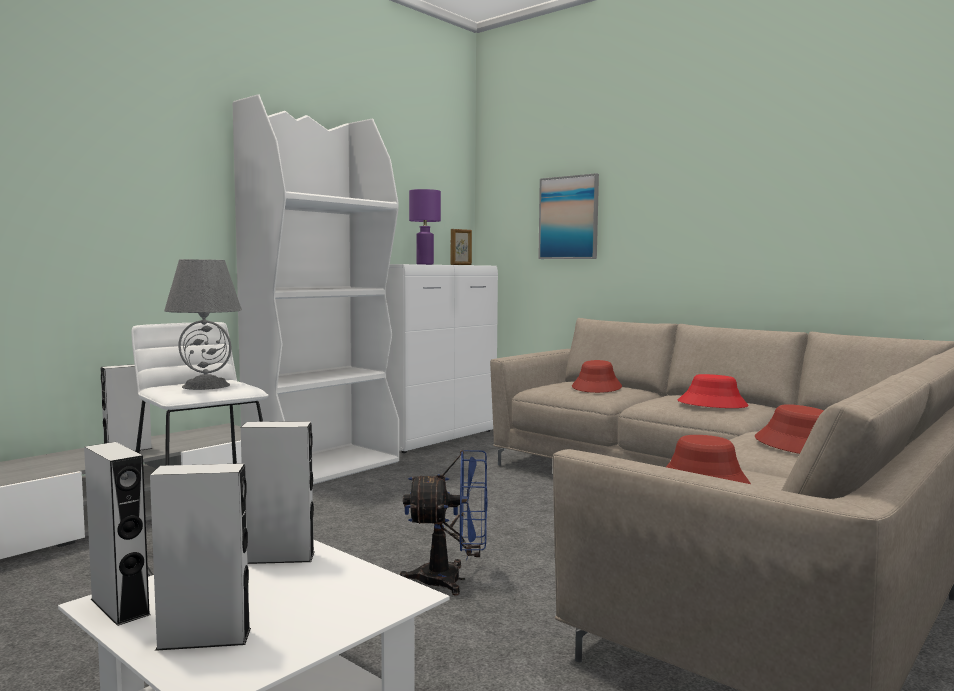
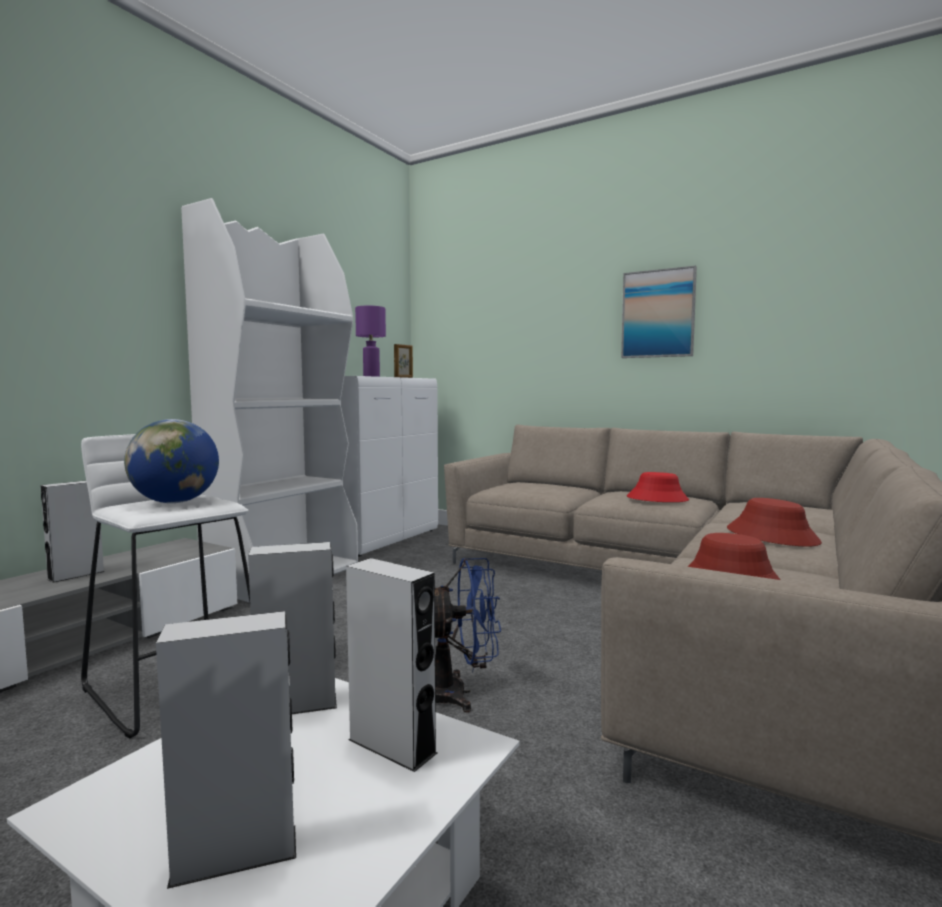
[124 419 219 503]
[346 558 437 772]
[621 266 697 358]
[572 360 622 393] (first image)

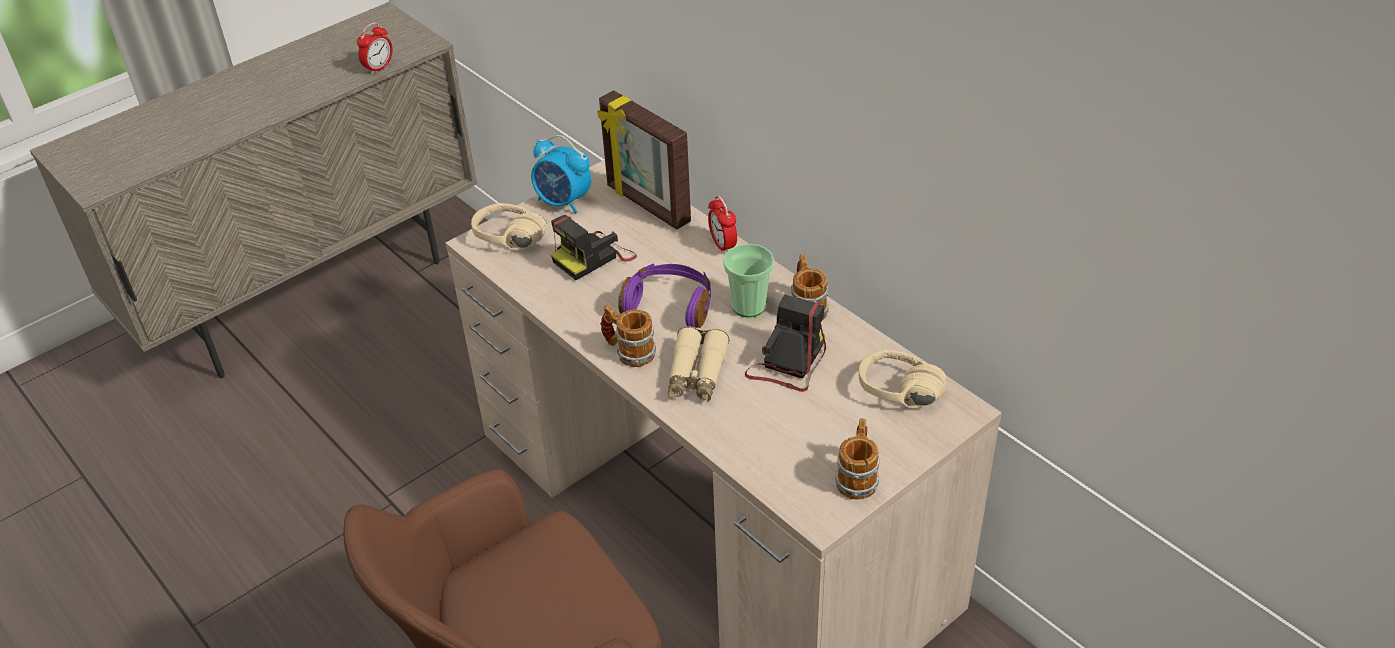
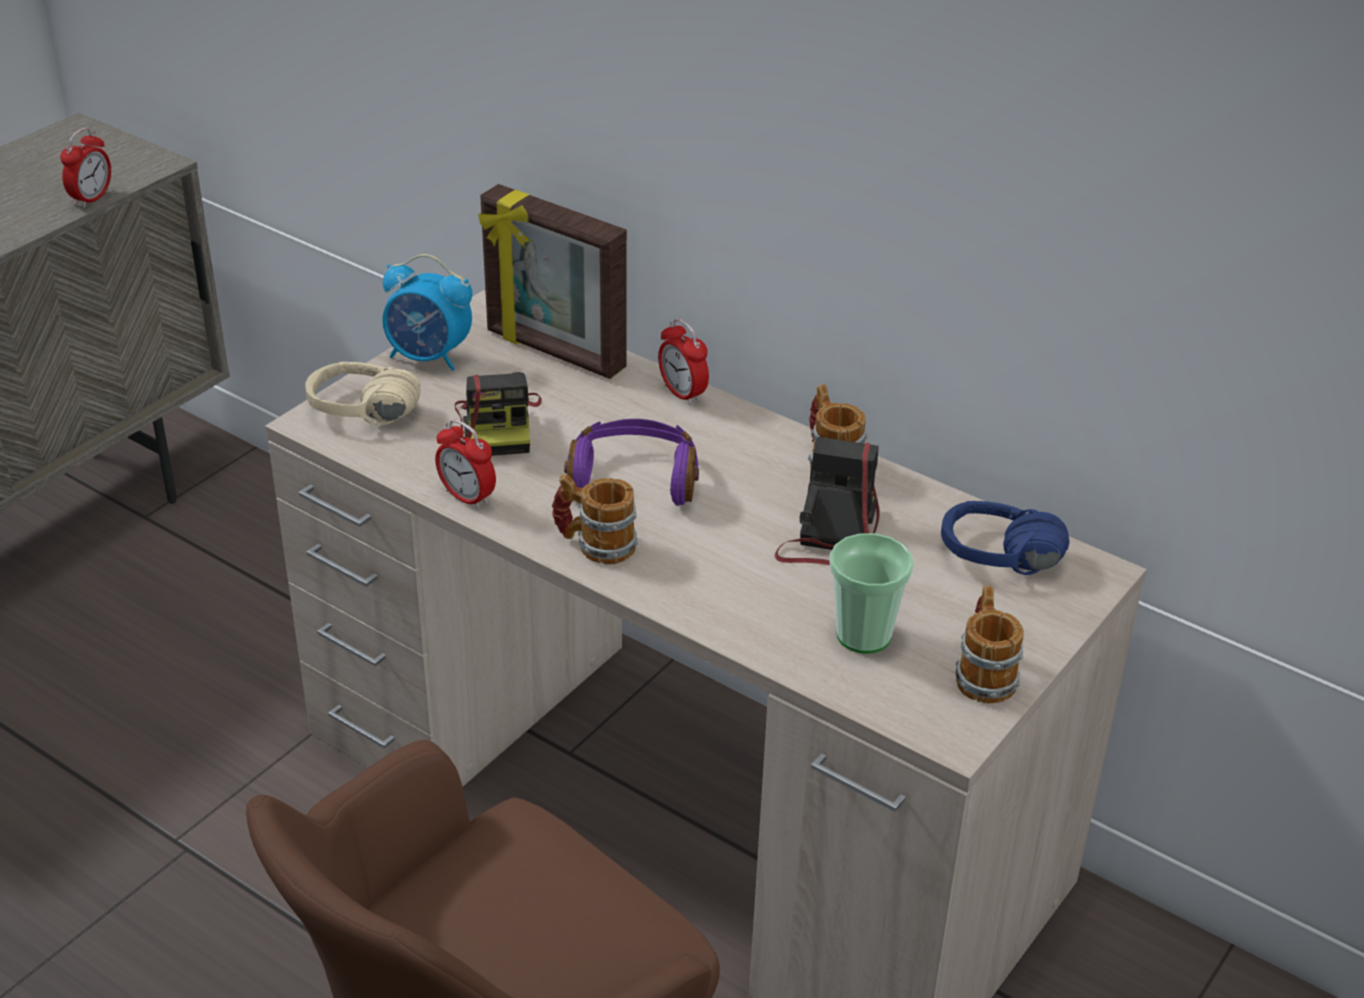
[435 419 496 510]
[455 372 542 456]
[830 533 914 653]
[941 501 1069 575]
[668 326 729 402] (first image)

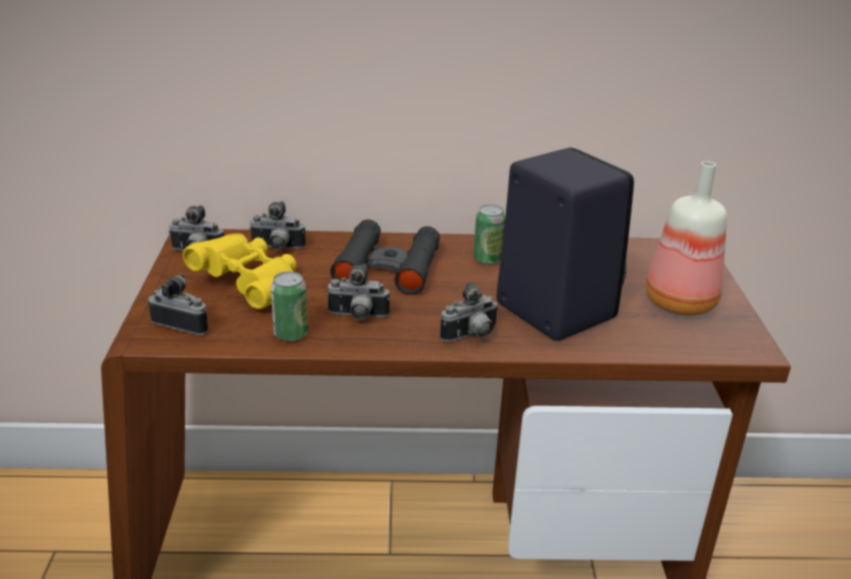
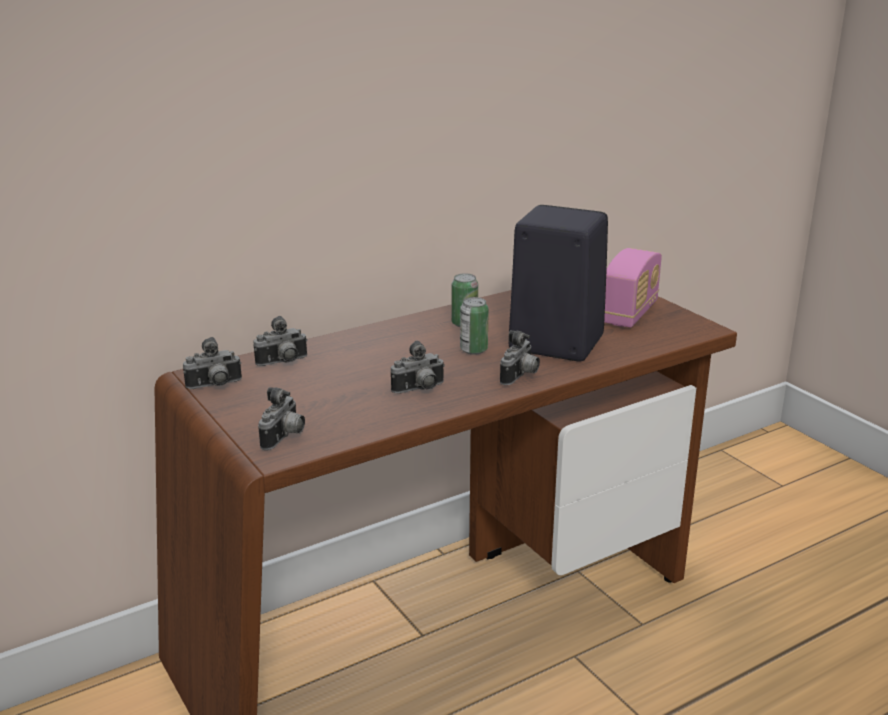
[258 387 305 450]
[460 297 489 355]
[604 248 662 327]
[183 233 296 309] (first image)
[330 219 440 295] (first image)

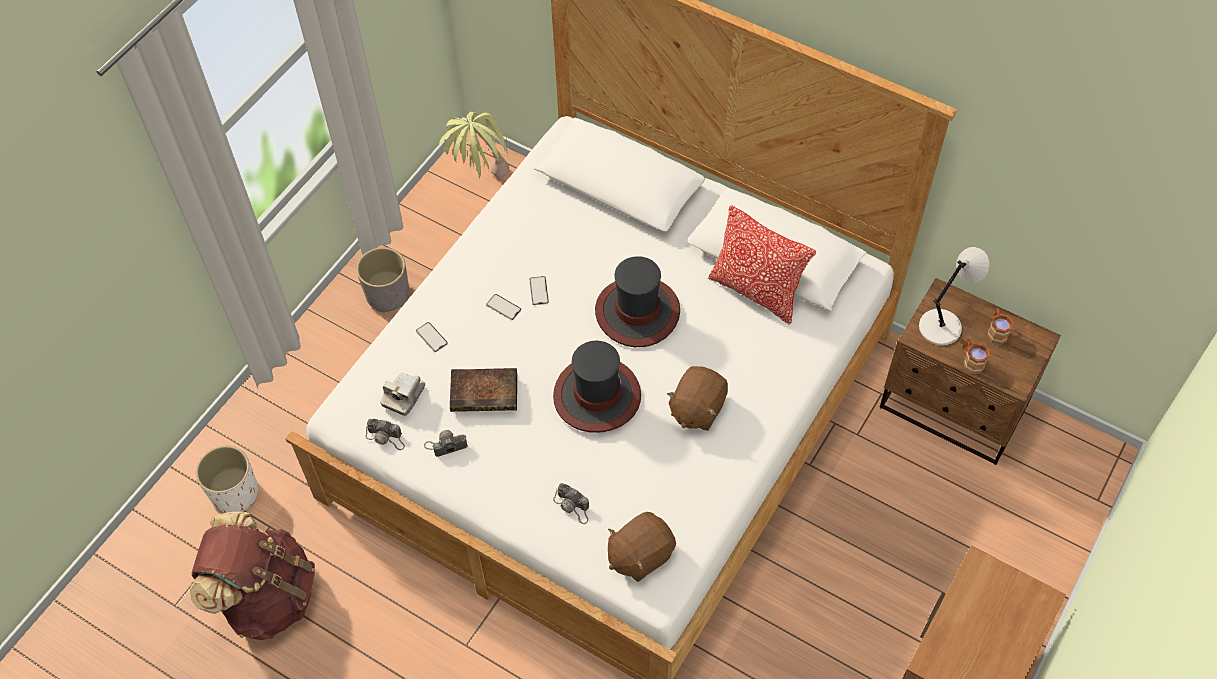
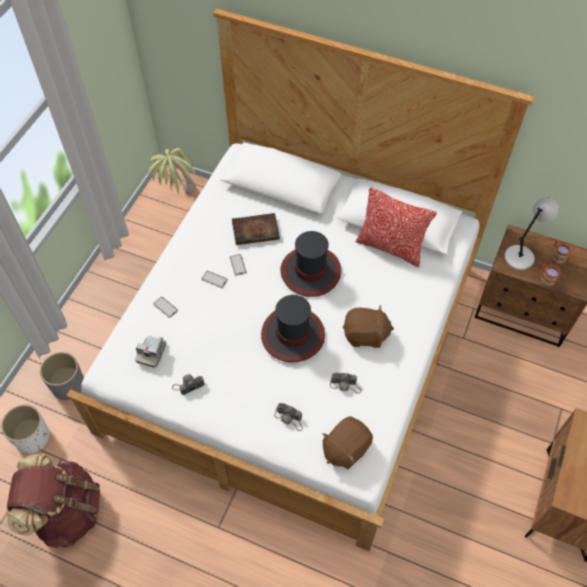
[40 352 84 400]
[232 213 280 245]
[330 373 361 394]
[343 305 394 348]

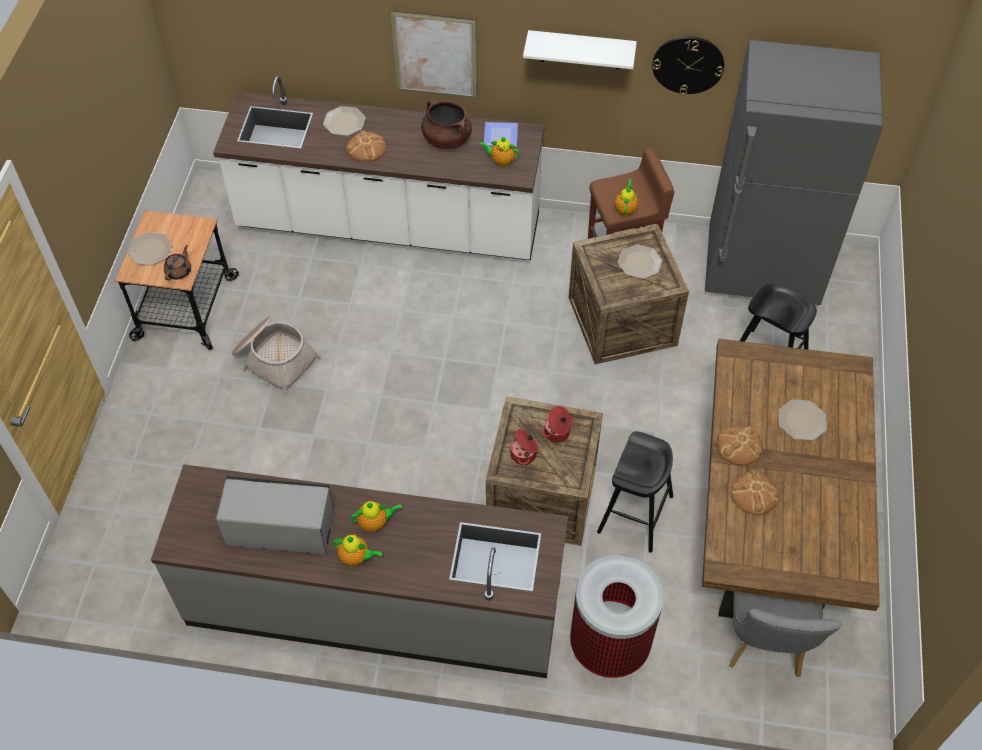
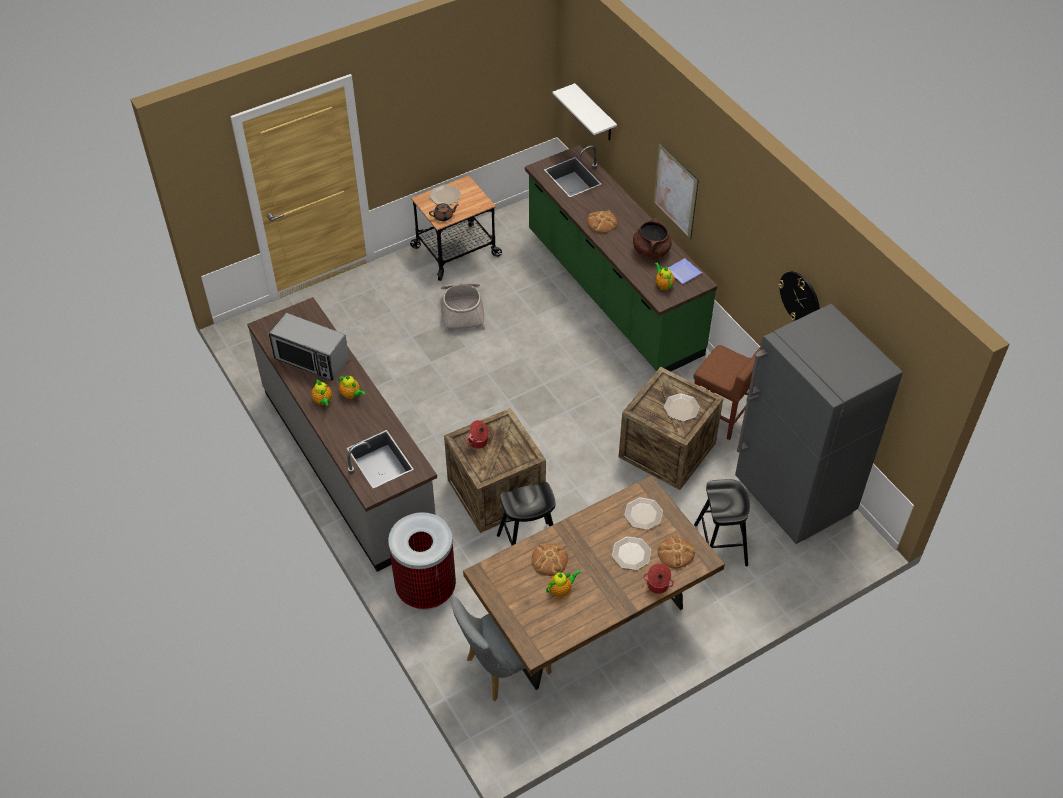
[269 313 349 381]
[525 145 717 371]
[546 570 581 597]
[552 83 617 141]
[624 497 663 530]
[643 563 674 594]
[658 535 695 568]

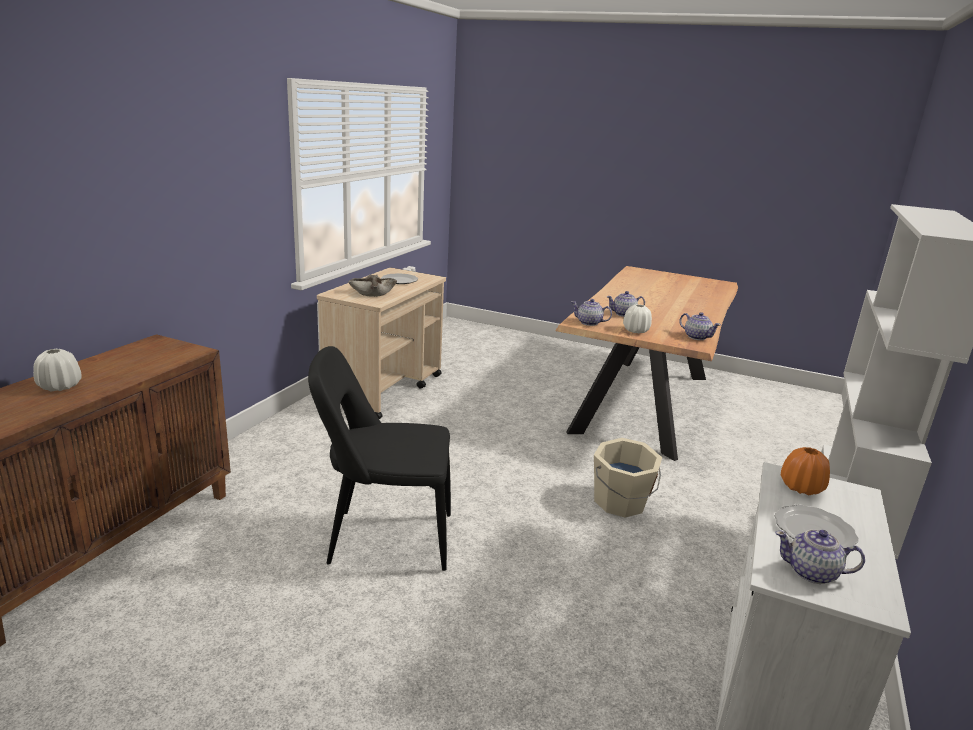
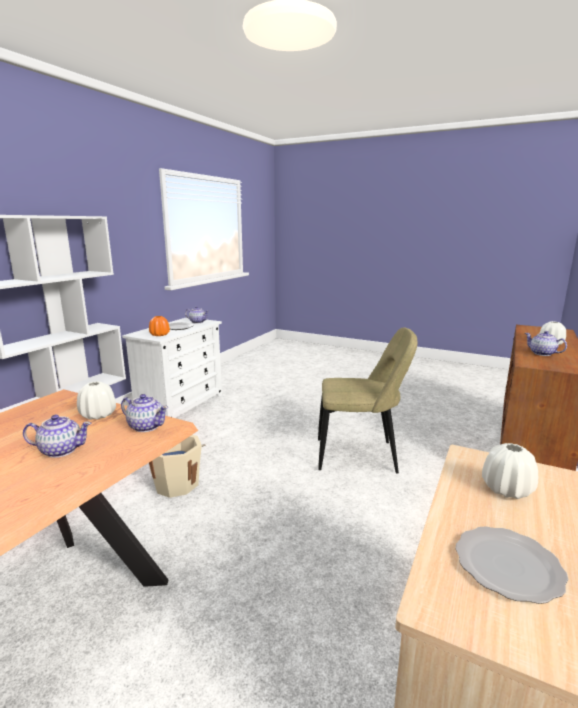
[318 328 417 474]
[482 443 538 499]
[525 331 567 356]

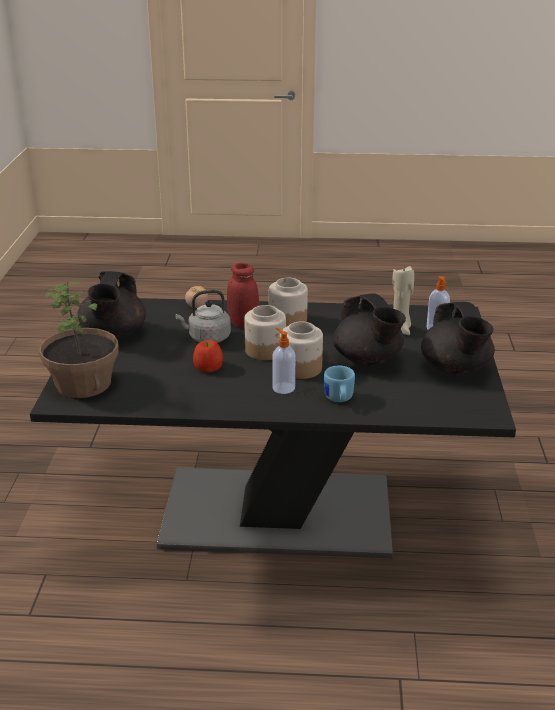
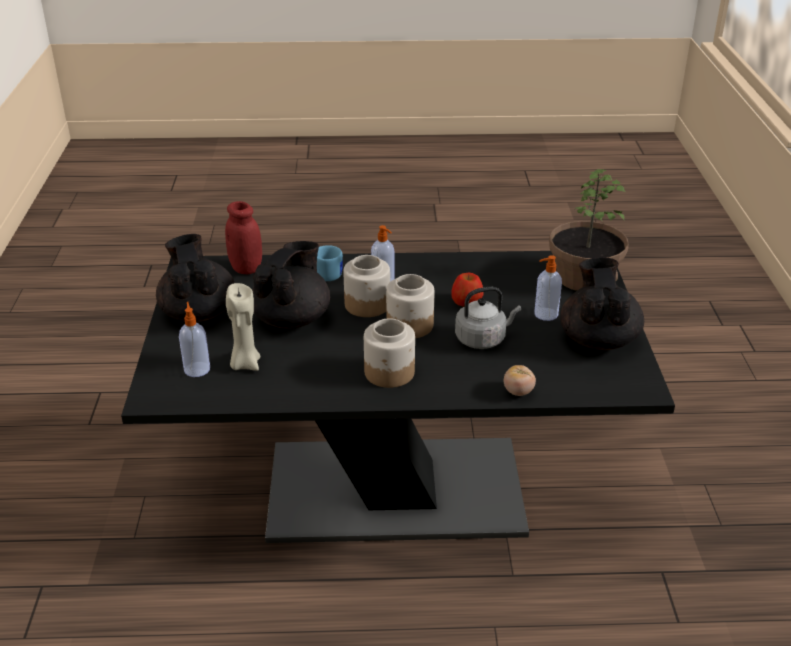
[225 201 262 274]
[252 241 330 329]
[534 255 562 321]

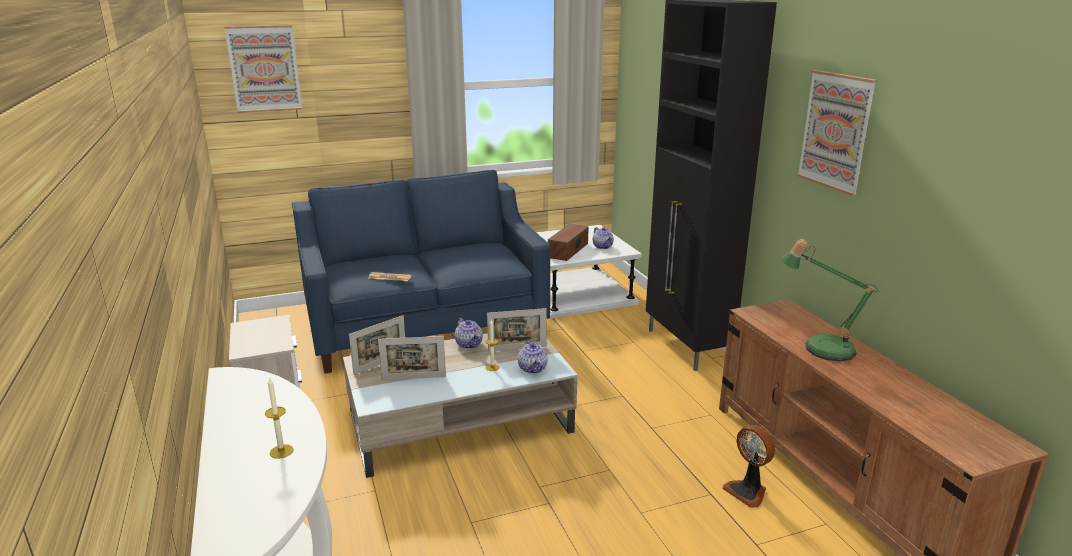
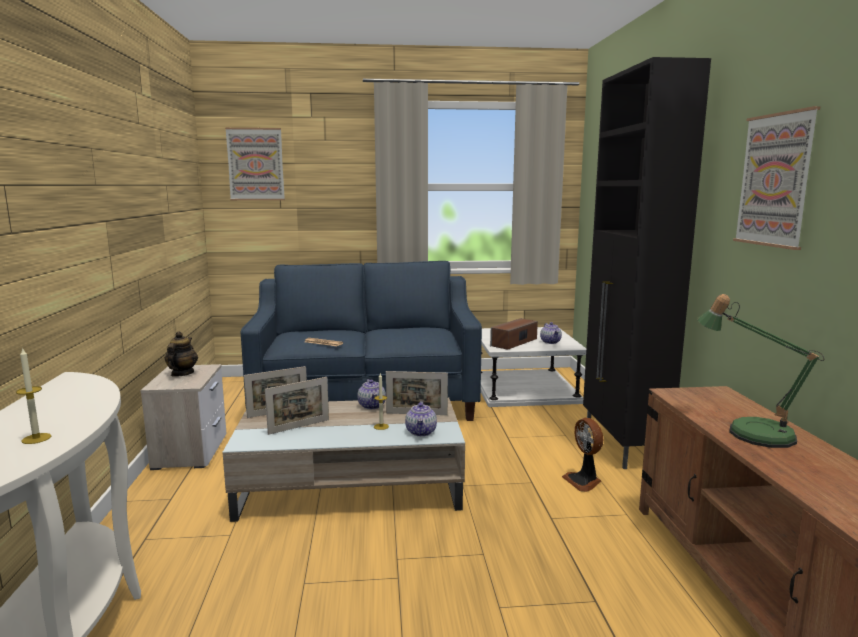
[165 331 198 377]
[265 377 329 435]
[562 418 603 492]

